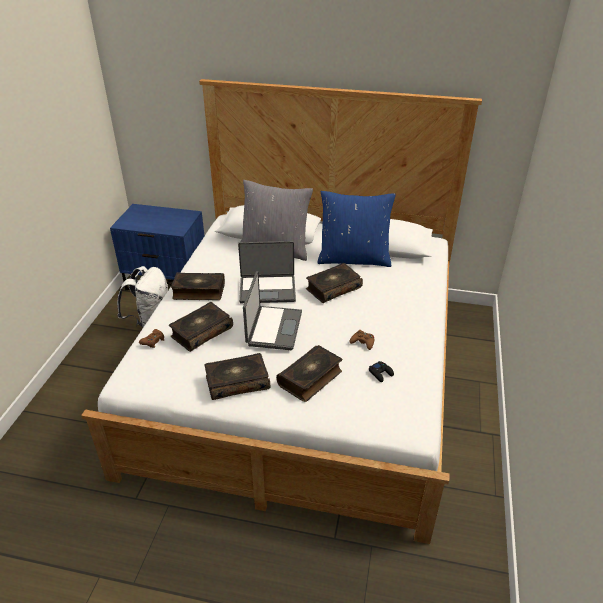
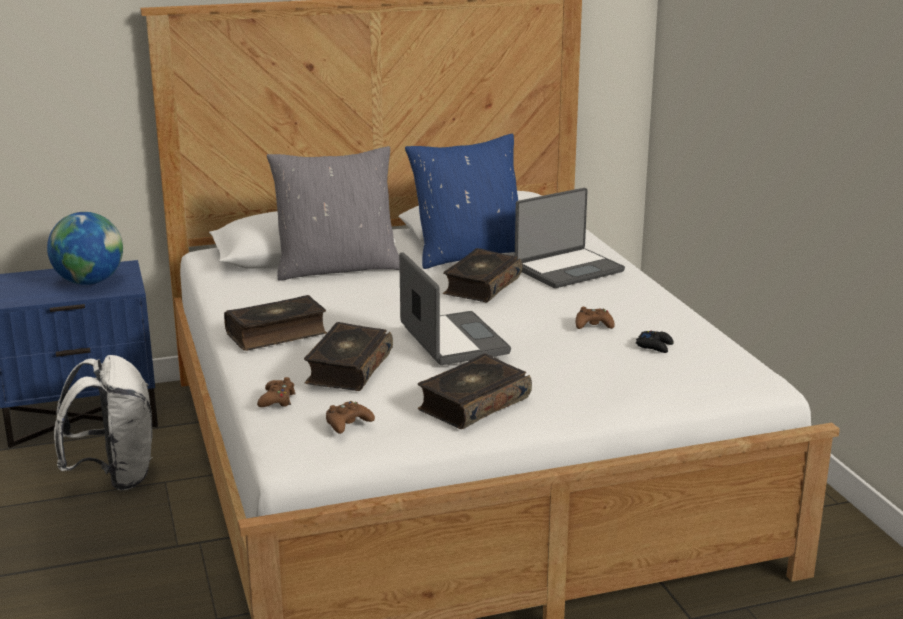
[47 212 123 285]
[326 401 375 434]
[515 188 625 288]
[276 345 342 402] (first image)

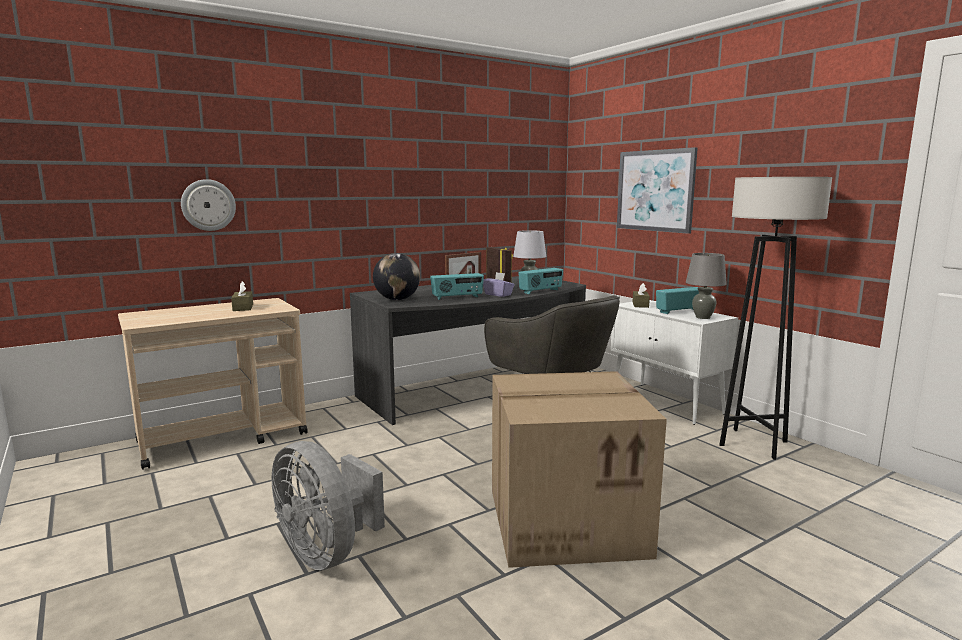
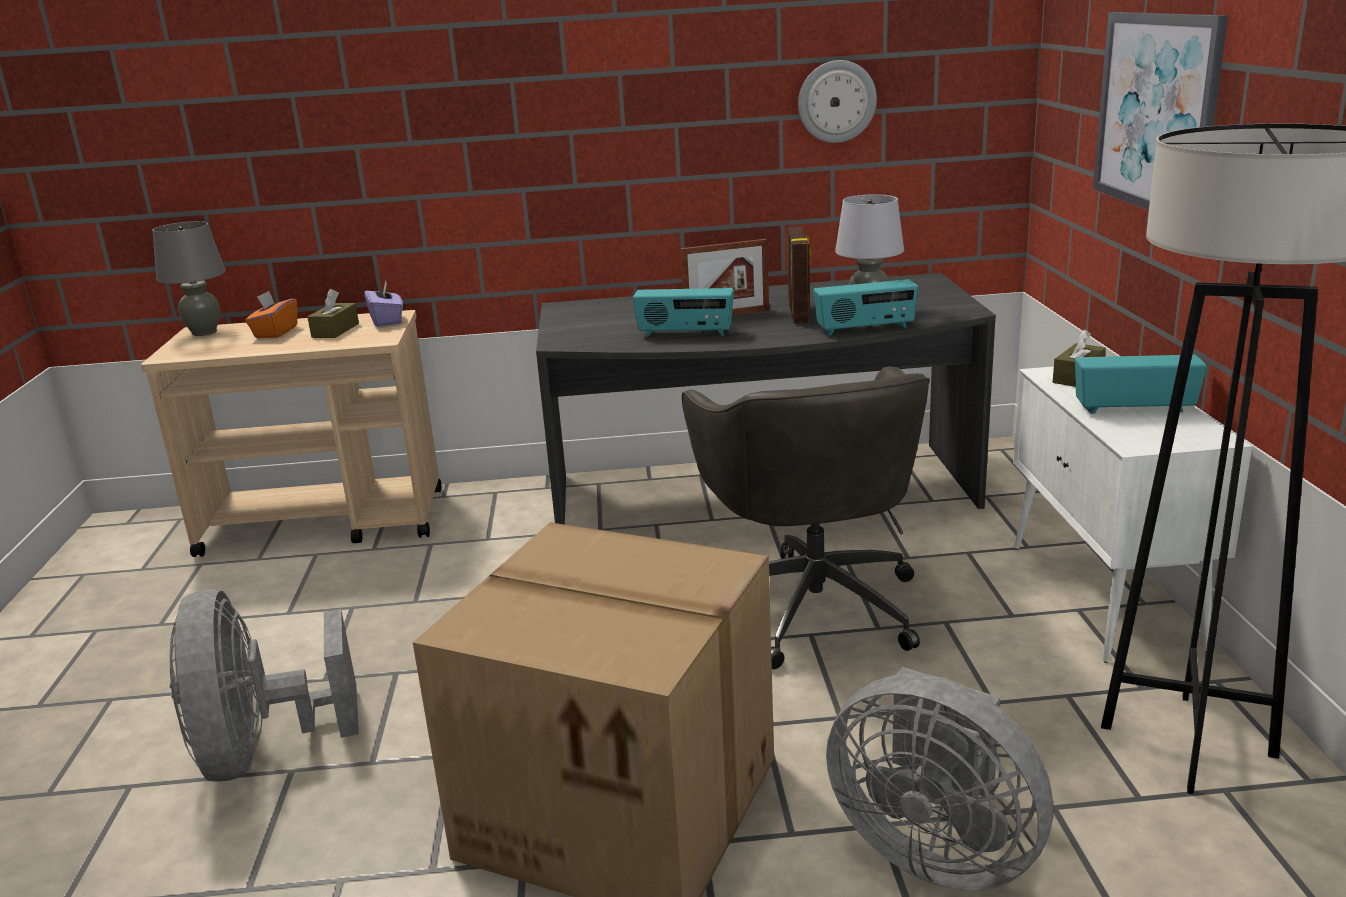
[152 221 226 336]
[245 291 298 338]
[364 281 403 327]
[798 60 877 143]
[826 667 1053 891]
[373 253 420 300] (first image)

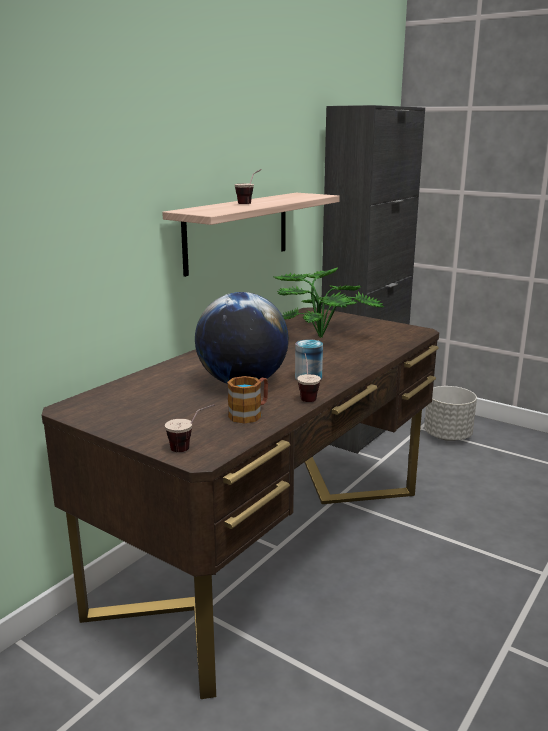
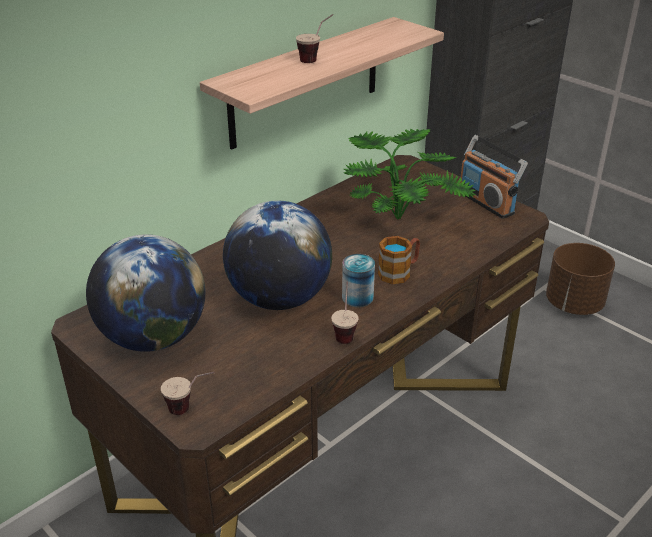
[86 234 206 352]
[378 236 420 284]
[460 135 528 219]
[546 243 615 315]

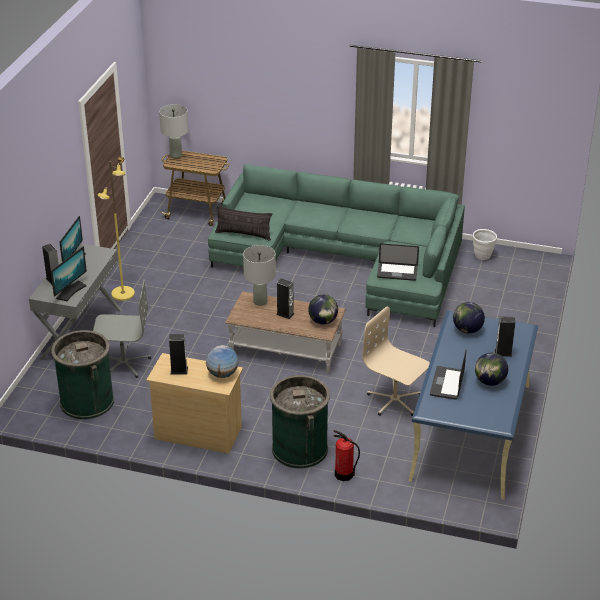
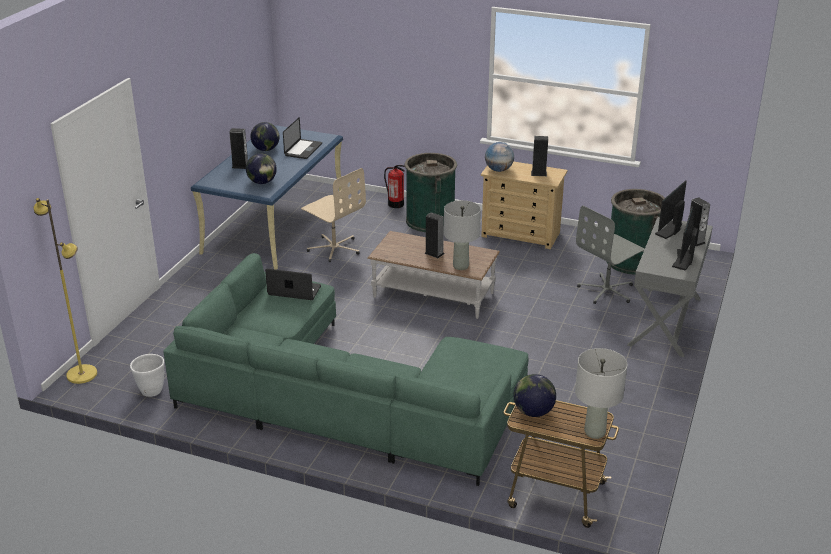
[34 198 97 384]
[513 374 556 417]
[576 206 644 304]
[215 205 272 241] (first image)

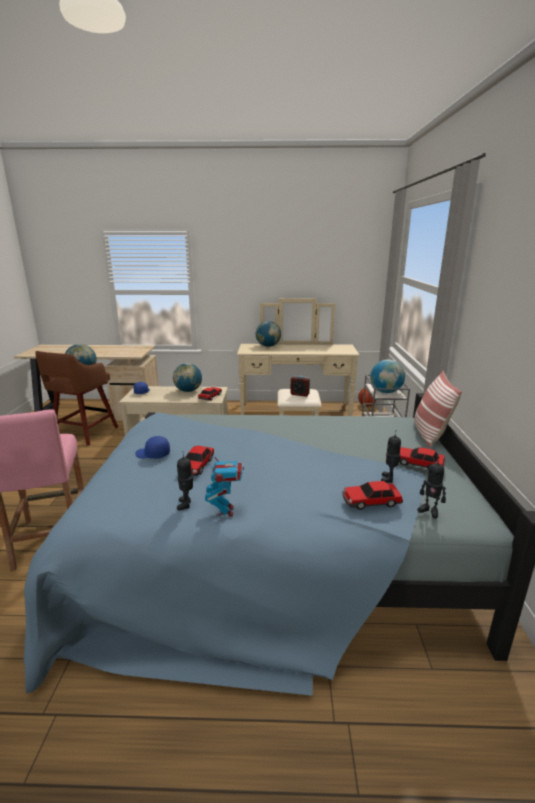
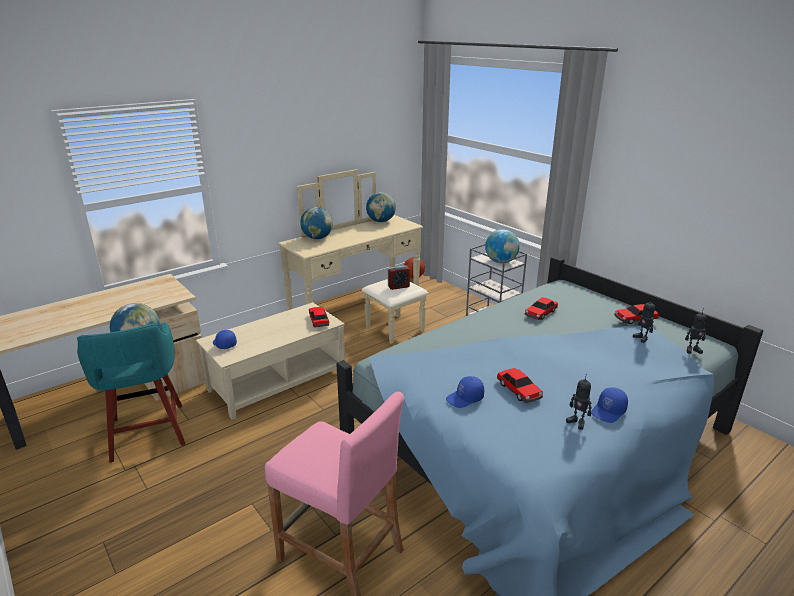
[77 322 185 462]
[366 192 396 222]
[525 298 558 320]
[591 387 628 423]
[414 371 462 447] (first image)

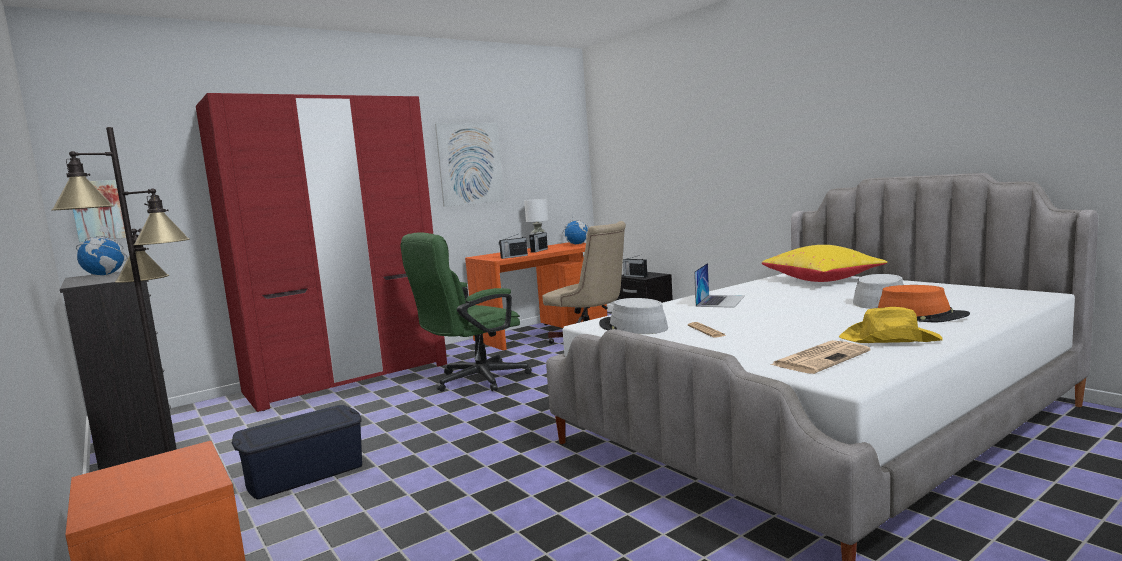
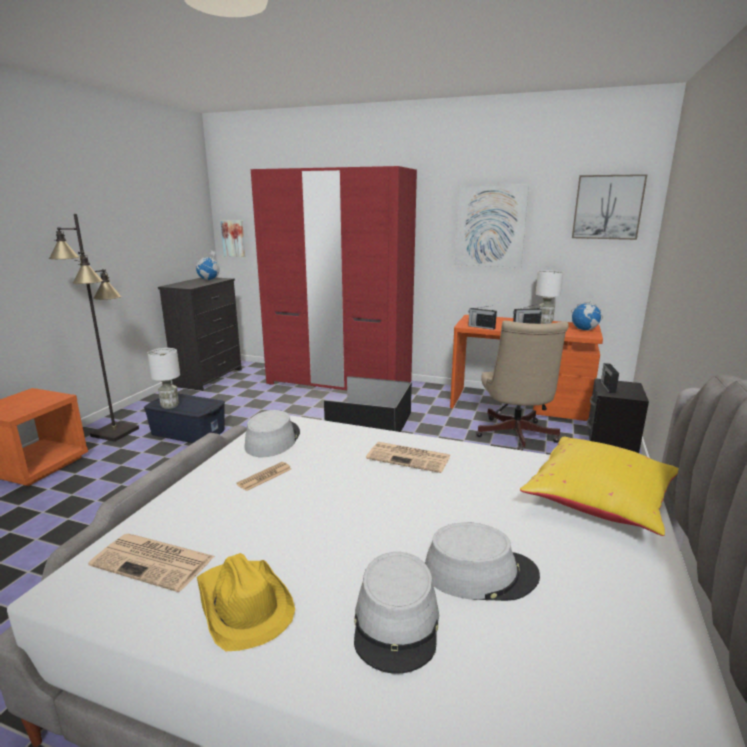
[147 348 180 409]
[324 376 412 432]
[354 552 439 674]
[366 442 450 473]
[572 174 648 240]

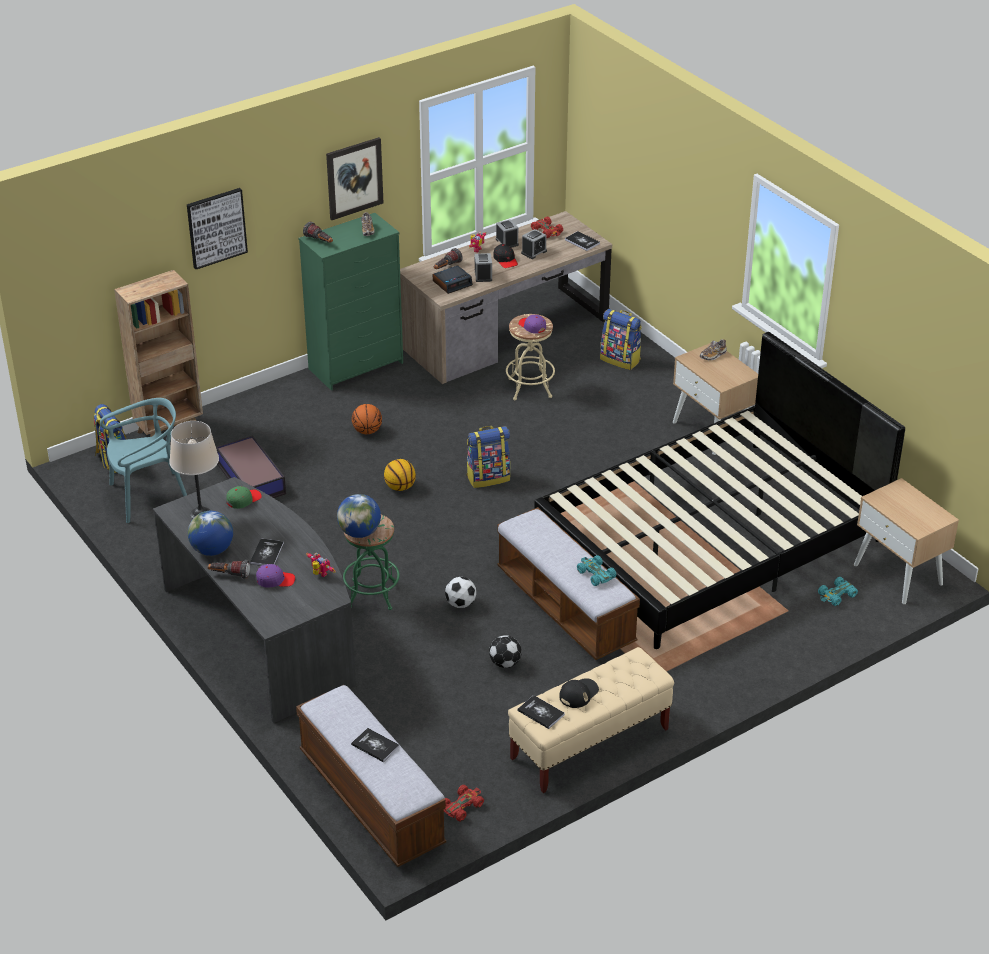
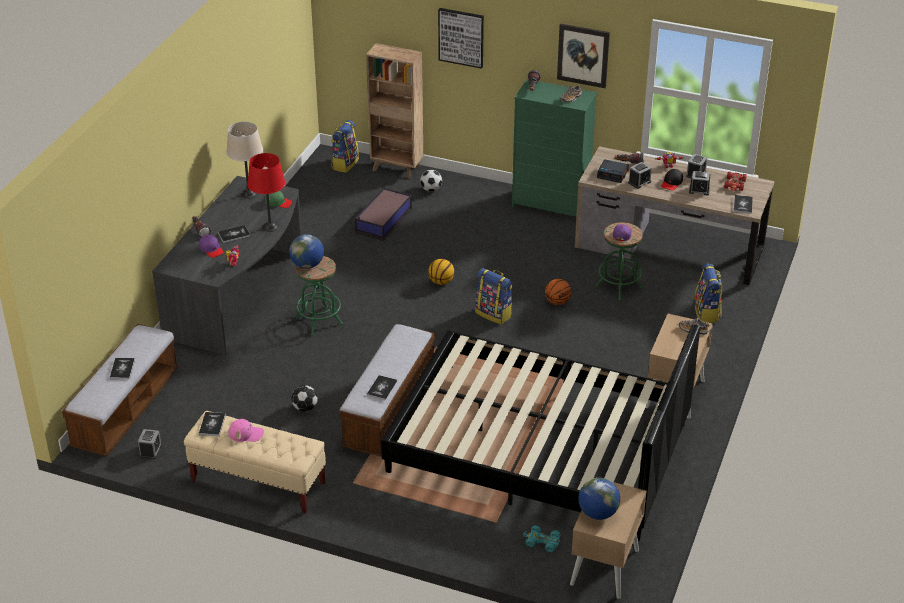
[138 429 162 459]
[228 419 264 442]
[247 153 285 232]
[367 375 397 400]
[420 170 442 192]
[545 279 571 305]
[578 478 620 520]
[595 222 643 301]
[100 398 187 523] (first image)

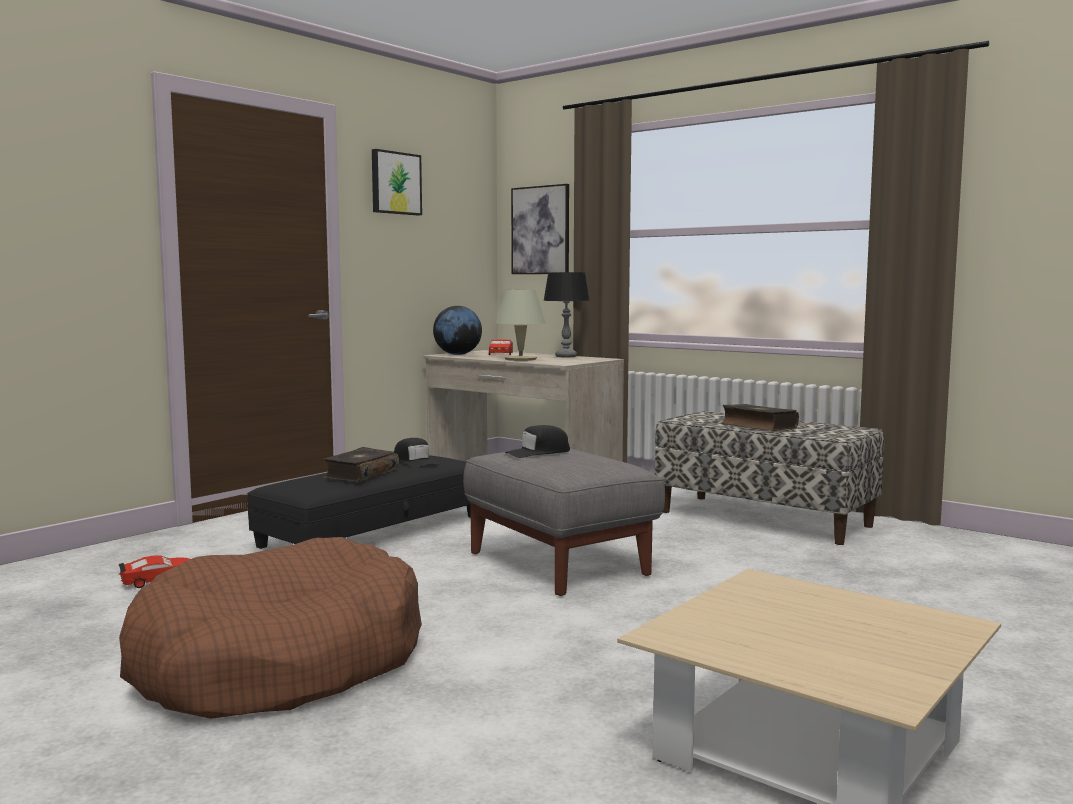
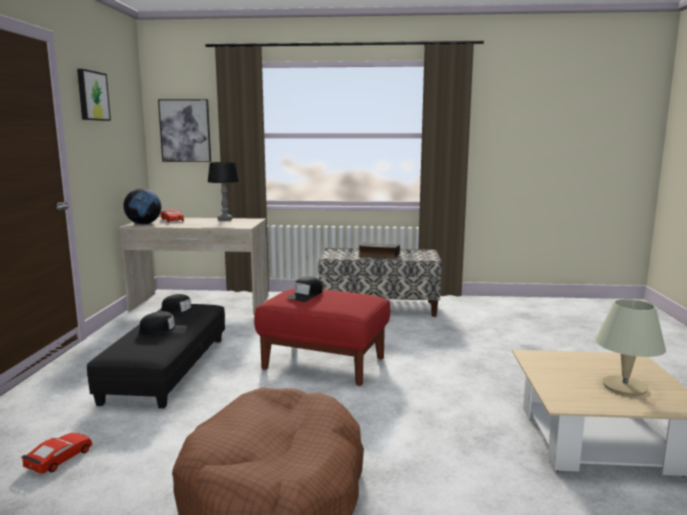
[139 311 187 335]
[254 288 390 386]
[595 299 666 396]

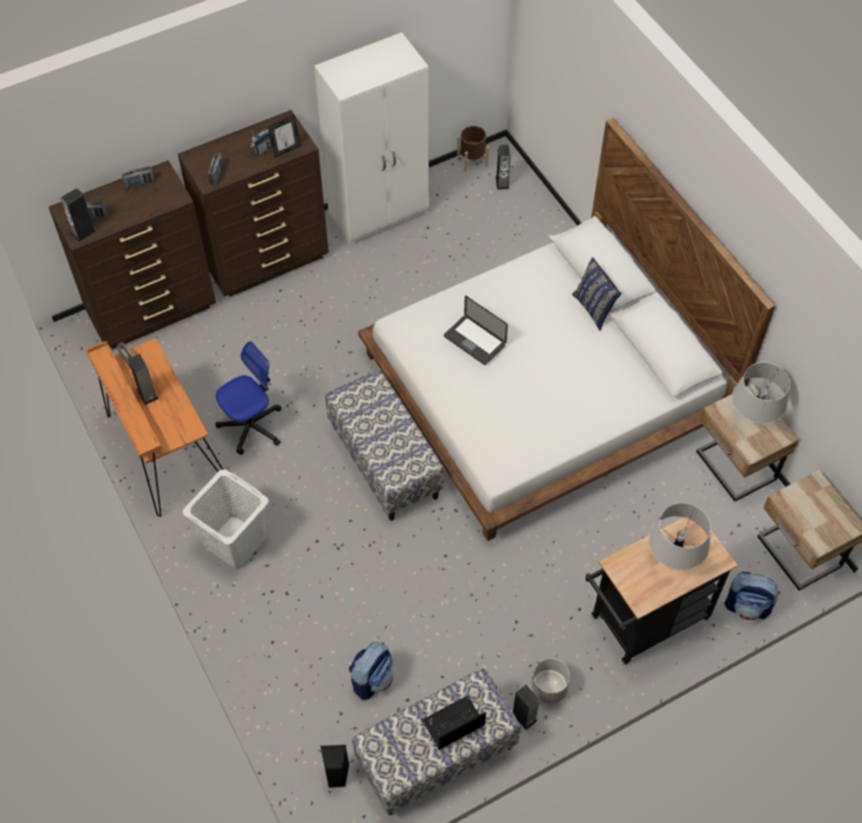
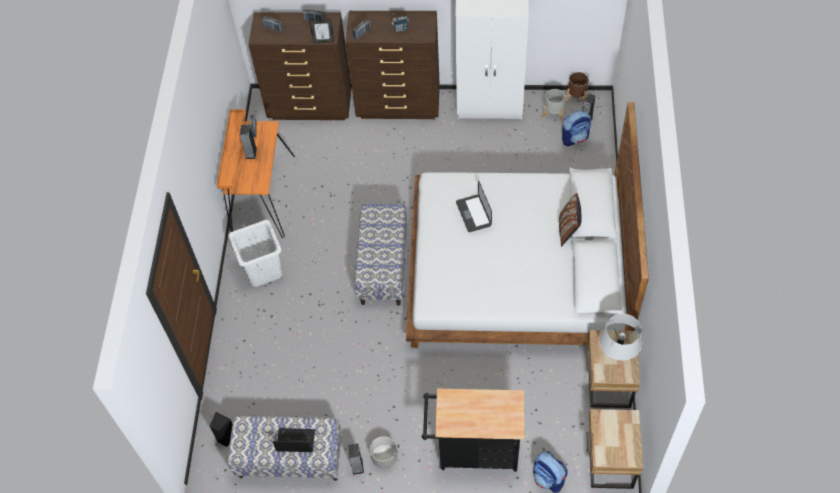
[310 19 334 43]
[543 89 566 123]
[559 193 582 246]
[562 111 591 146]
[60 188 96 242] (first image)
[216 341 282 455] (first image)
[649 503 711 570] (first image)

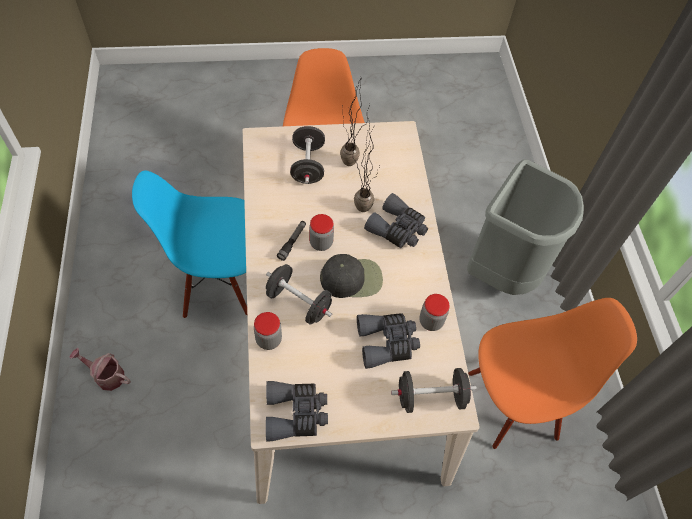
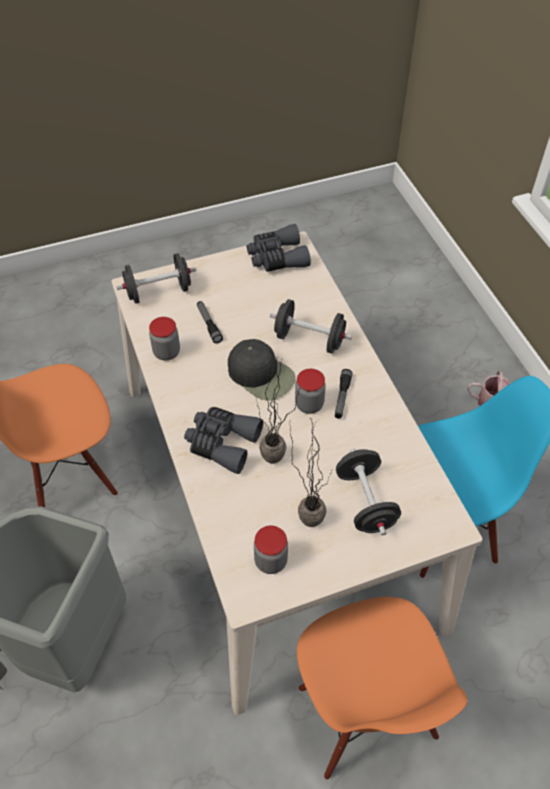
[197 301 223 343]
[228 339 296 401]
[254 526 288 574]

